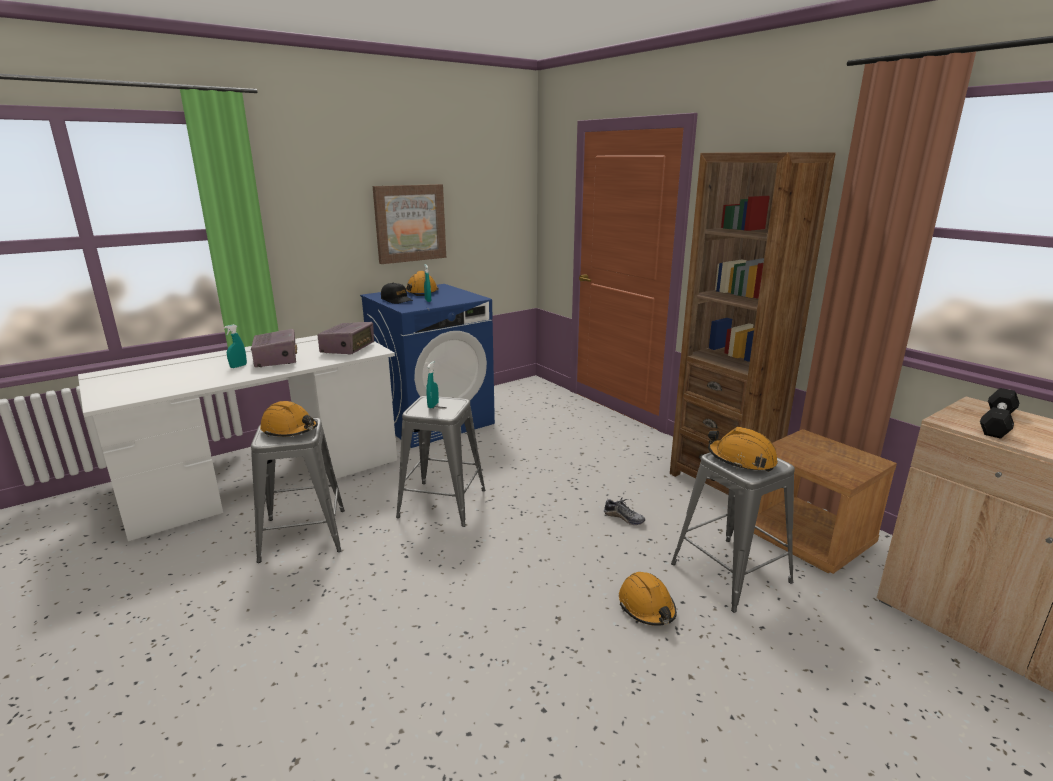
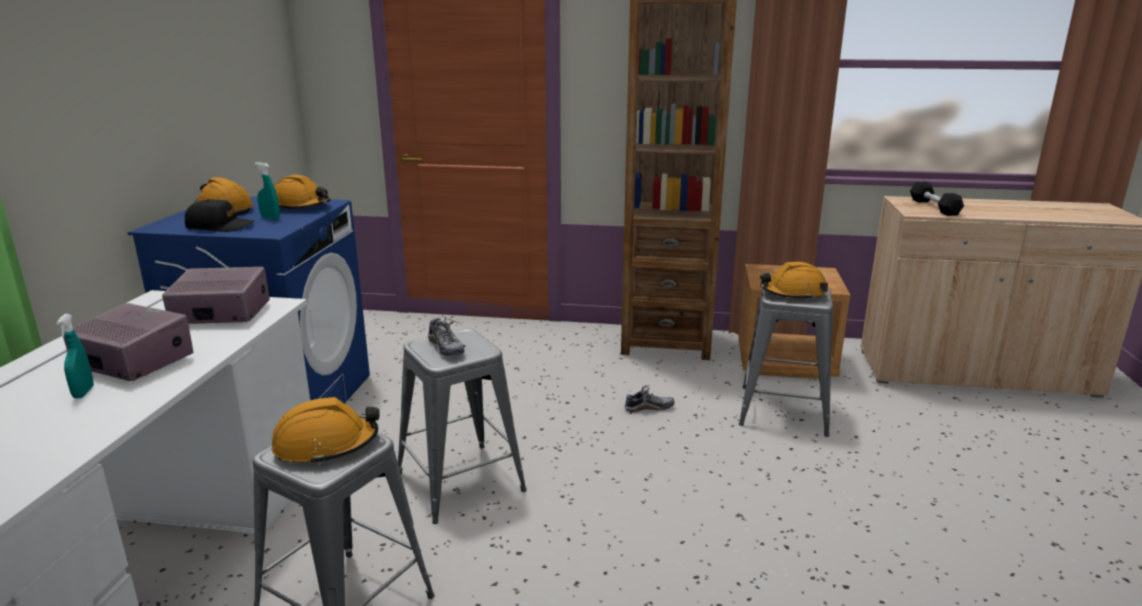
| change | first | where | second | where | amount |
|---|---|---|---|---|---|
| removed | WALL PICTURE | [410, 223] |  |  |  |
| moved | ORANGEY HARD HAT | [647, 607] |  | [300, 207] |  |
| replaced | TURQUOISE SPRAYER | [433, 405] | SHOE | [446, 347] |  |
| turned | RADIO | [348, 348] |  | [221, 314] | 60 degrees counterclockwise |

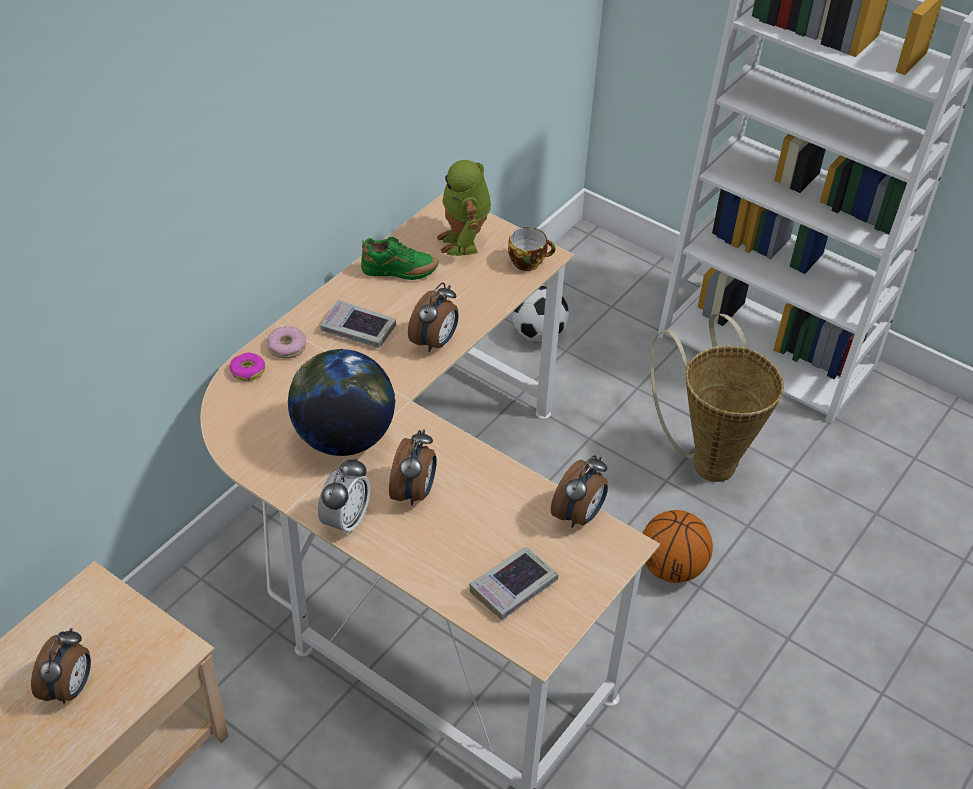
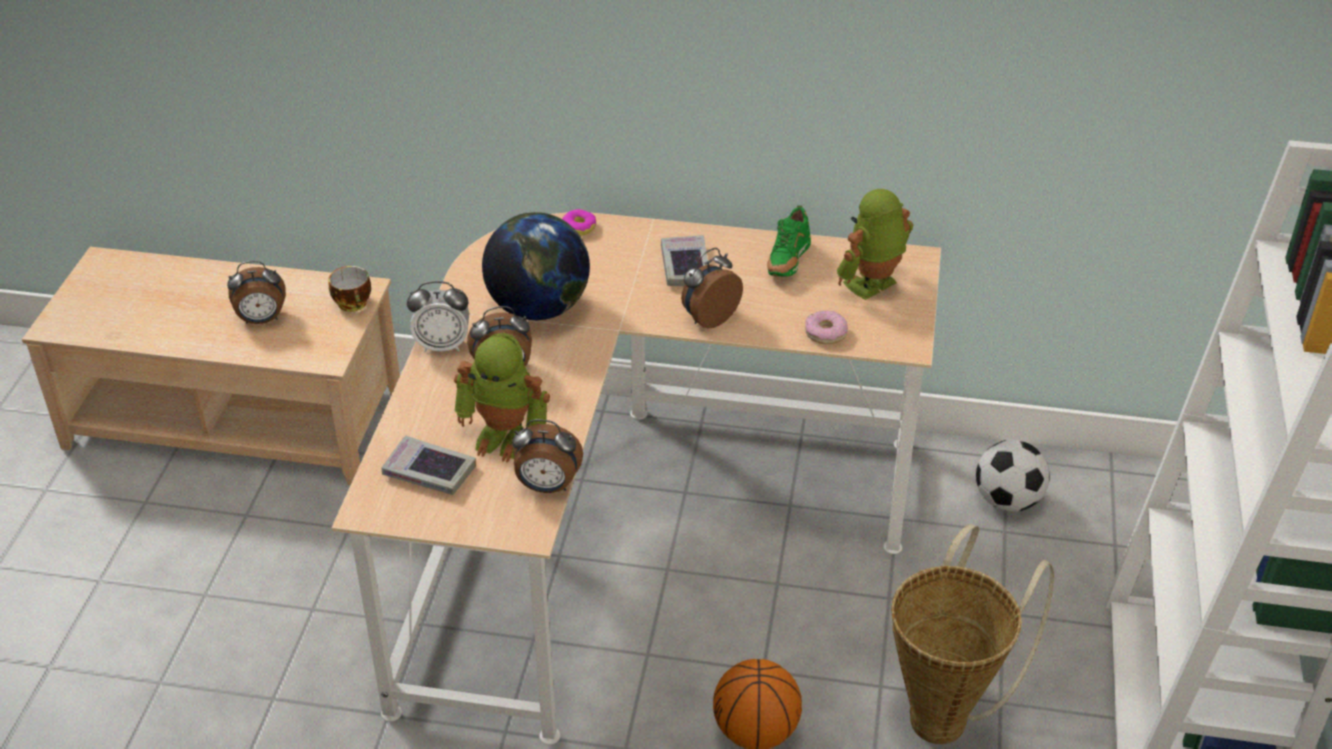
| change | first | where | second | where | amount |
|---|---|---|---|---|---|
| added |  |  | ROBOT FIGURE | [506, 437] |  |
| moved | DONUT | [287, 347] |  | [825, 333] |  |
| moved | CUP | [528, 262] |  | [354, 304] |  |
| turned | GREEN-COLOURED SHOE | [399, 272] |  | [787, 262] | 45 degrees clockwise |
| turned | ALARM CLOCK | [435, 342] |  | [708, 318] | 135 degrees clockwise |

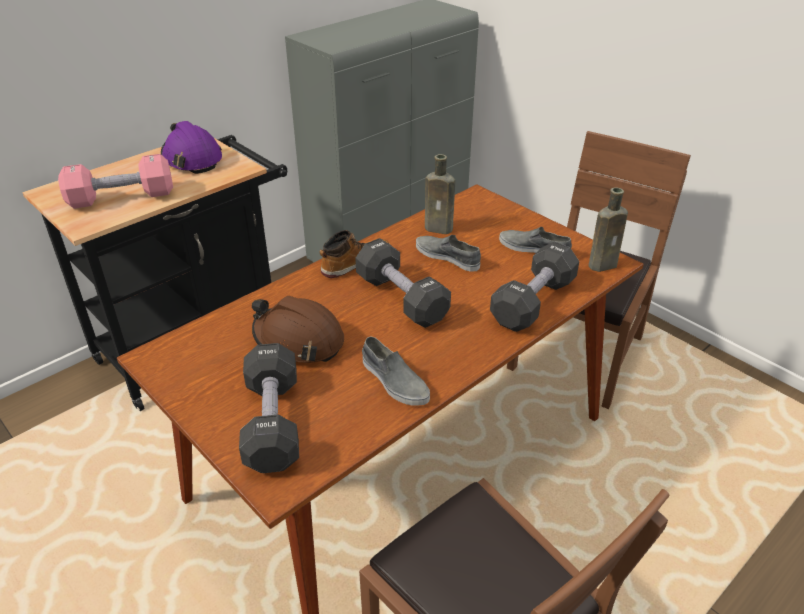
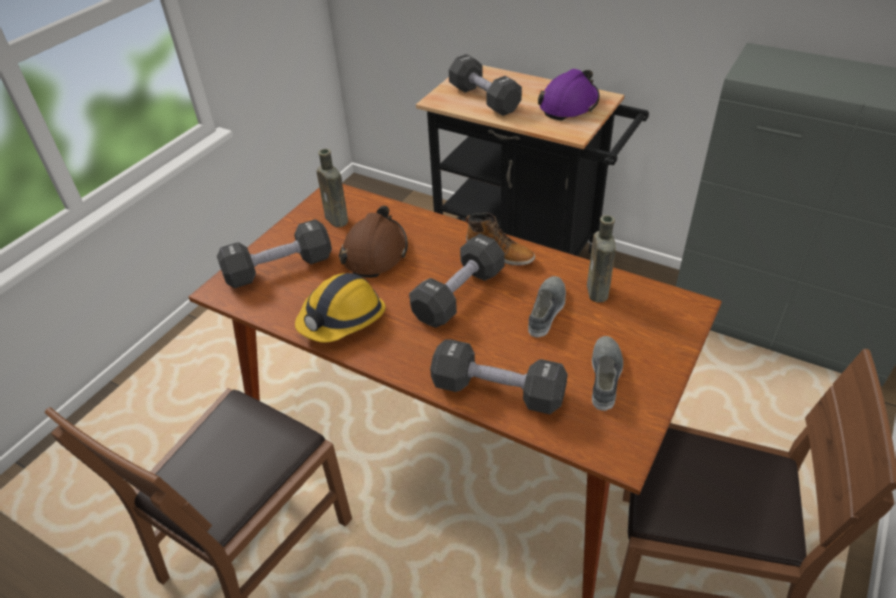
| change | first | where | second | where | amount |
|---|---|---|---|---|---|
| moved | BROWN-COLOURED DRINK BOTTLE | [604, 264] |  | [337, 220] |  |
| replaced | GREYISH SHOE | [394, 381] | HARD HAT | [342, 318] |  |
| recoloured | PINK HAND WEIGHT | [121, 198] | BLACK HAND WEIGHT | [484, 99] |  |

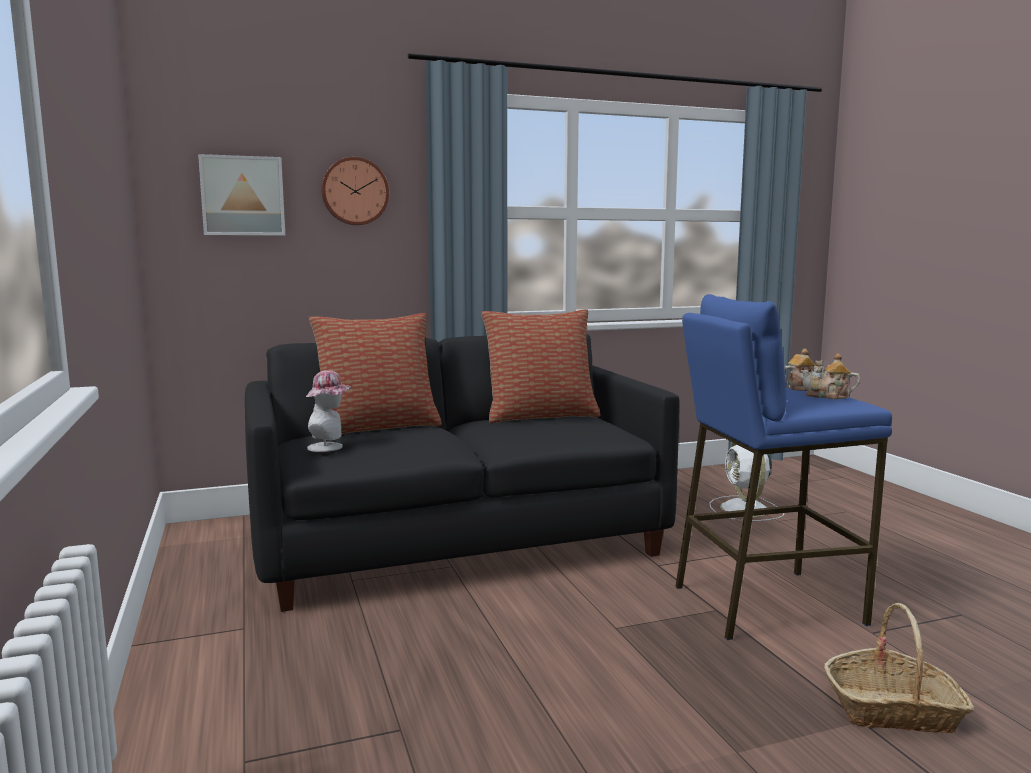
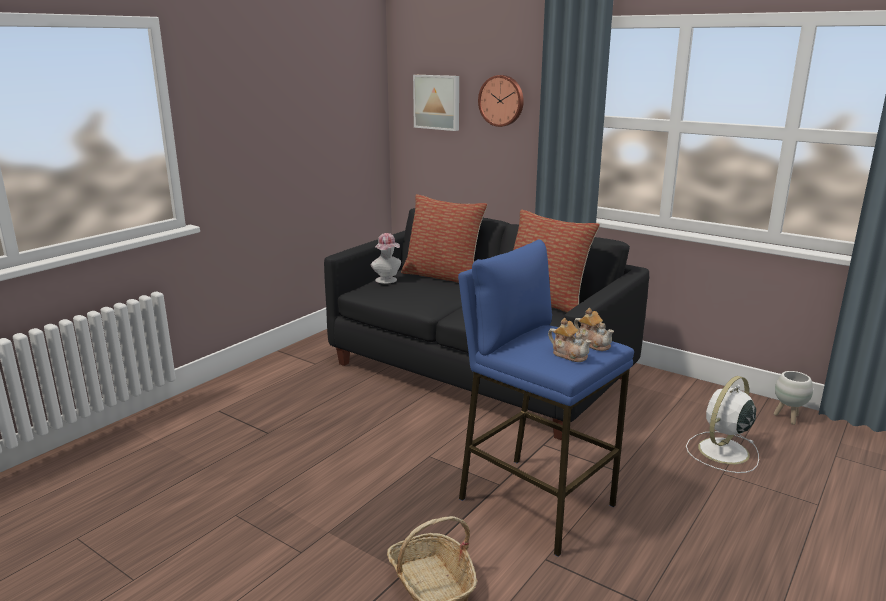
| change | first | where | second | where | amount |
|---|---|---|---|---|---|
| added |  |  | WHITE-COLOURED PLANT POT | [788, 418] |  |
| turned | TEA POT | [828, 396] |  | [569, 354] | 150 degrees clockwise |

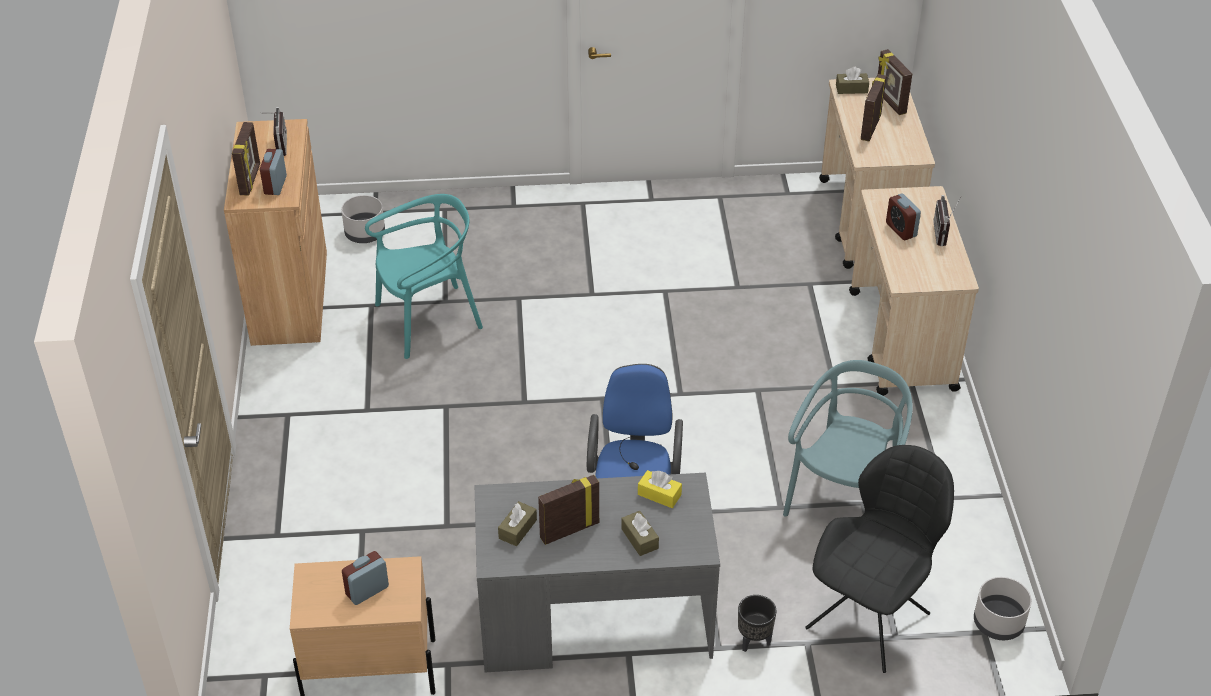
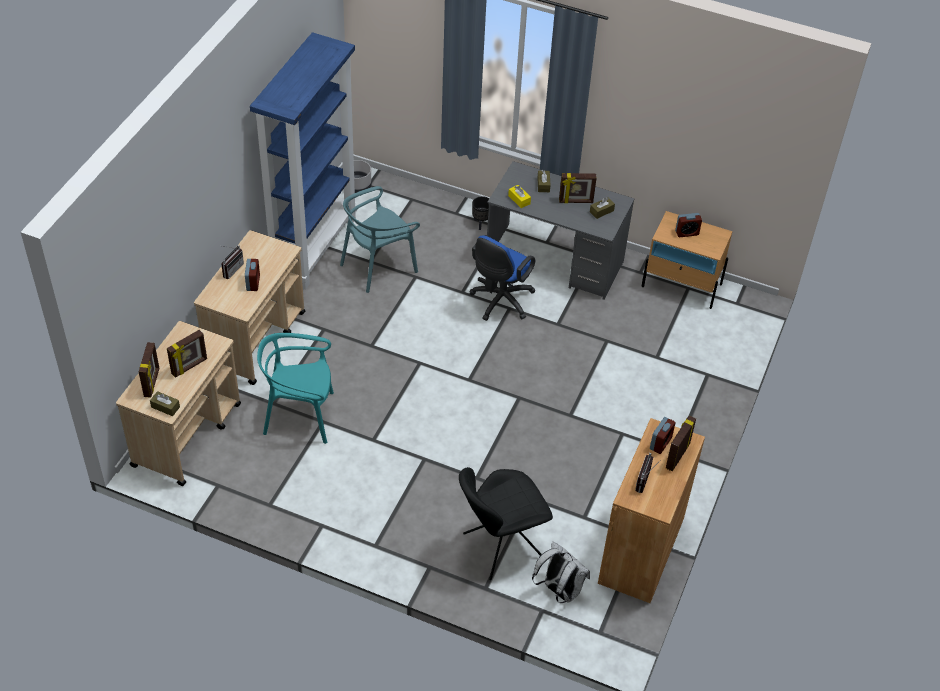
| change | first | where | second | where | amount |
|---|---|---|---|---|---|
| added |  |  | BLUE-COLOURED SHELVING UNIT | [314, 247] |  |
| moved | TURQUOISE UPRIGHT CHAIR | [428, 320] |  | [300, 416] |  |
| moved | BLACK UPRIGHT CHAIR | [870, 618] |  | [500, 547] |  |
| replaced | GREYISH PLANT POT | [365, 233] | WHITE-COLOURED BACKPACK | [559, 590] |  |

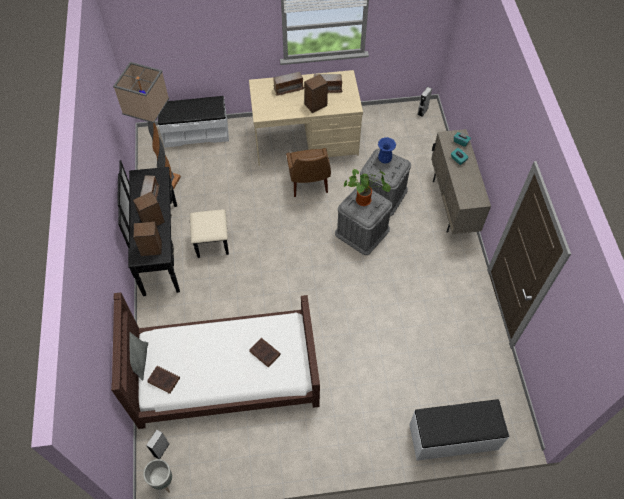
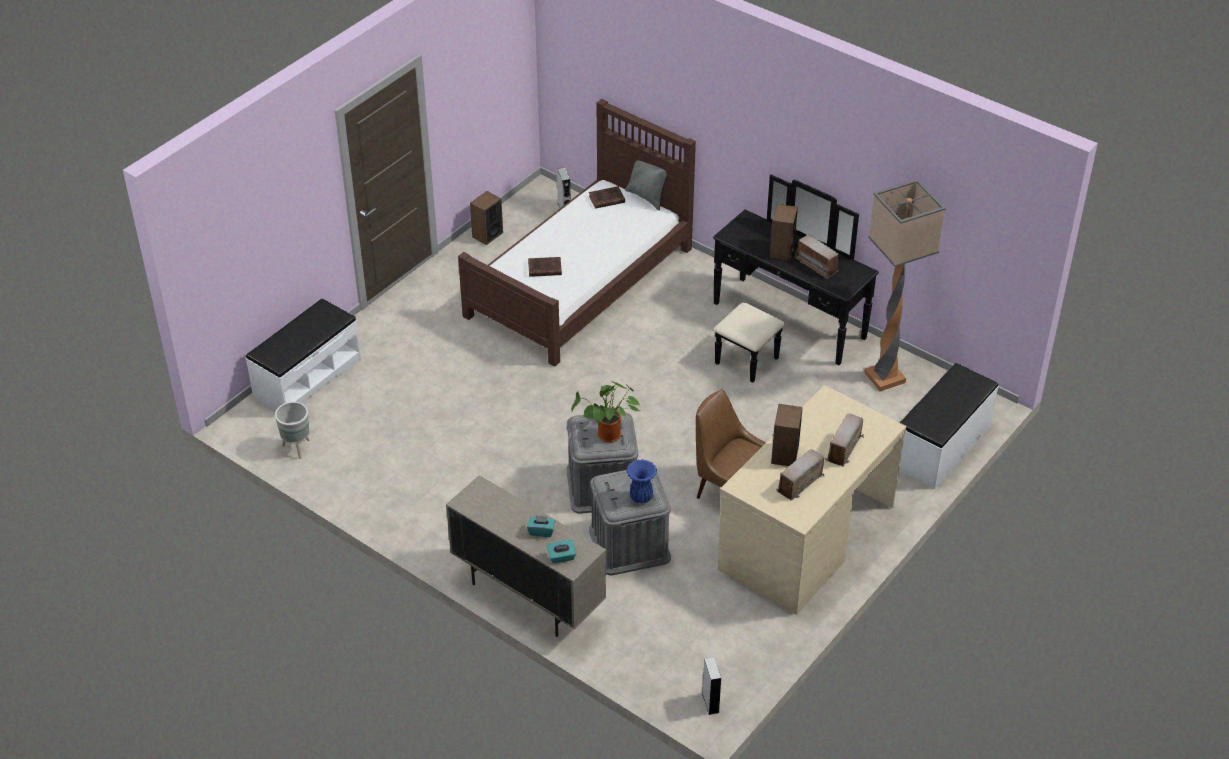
| change | first | where | second | where | amount |
|---|---|---|---|---|---|
| moved | AUDIO SPEAKER | [151, 248] |  | [487, 235] |  |
| moved | GREYISH PLANT POT | [163, 482] |  | [297, 447] |  |

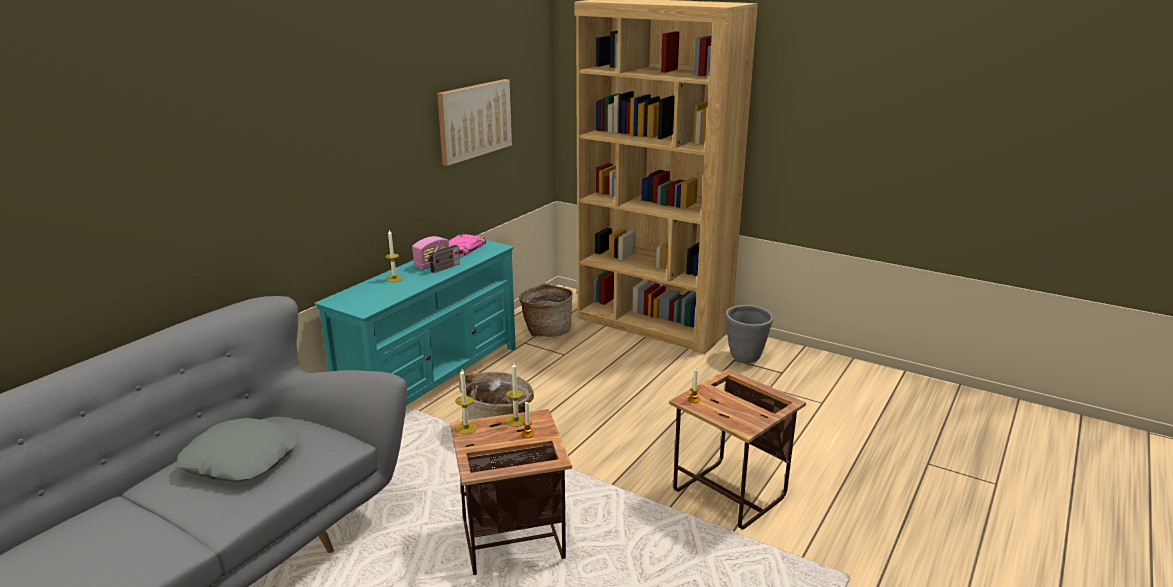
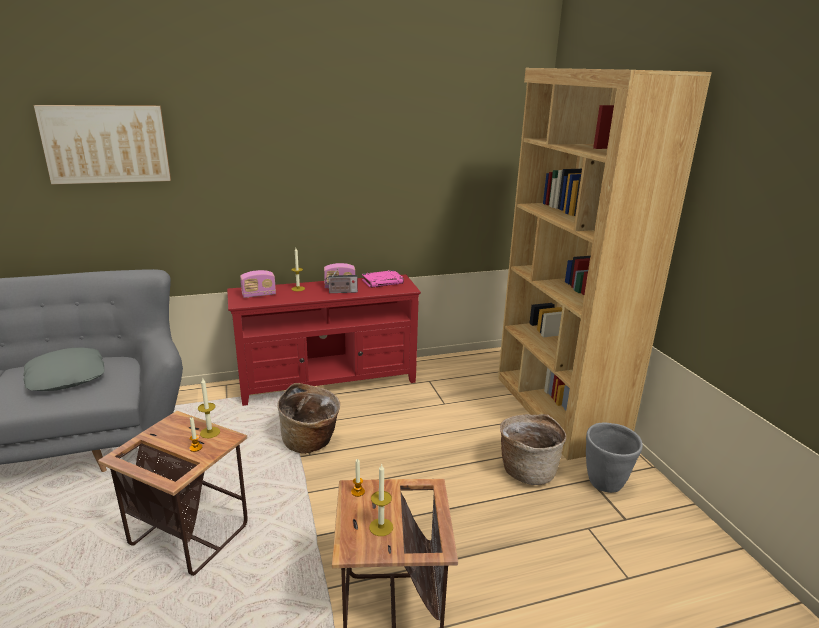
| change | first | where | second | where | amount |
|---|---|---|---|---|---|
| added |  |  | RADIO | [259, 295] |  |
| moved | WALL PICTURE | [474, 120] |  | [106, 144] |  |
| moved | CANDLE | [466, 428] |  | [381, 527] |  |
| moved | HOUSEHOLD BASKET | [546, 331] |  | [527, 470] |  |
| recoloured | TURQUOISE TV UNIT | [432, 380] | REDDISH TV UNIT | [328, 382] |  |

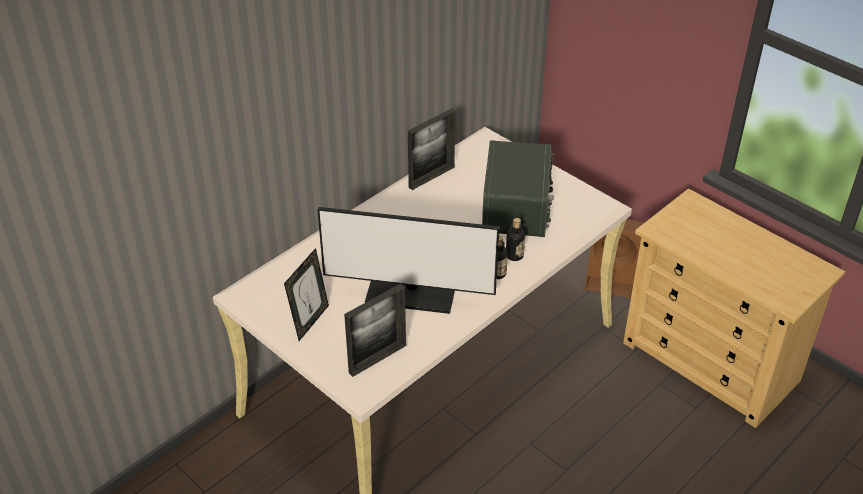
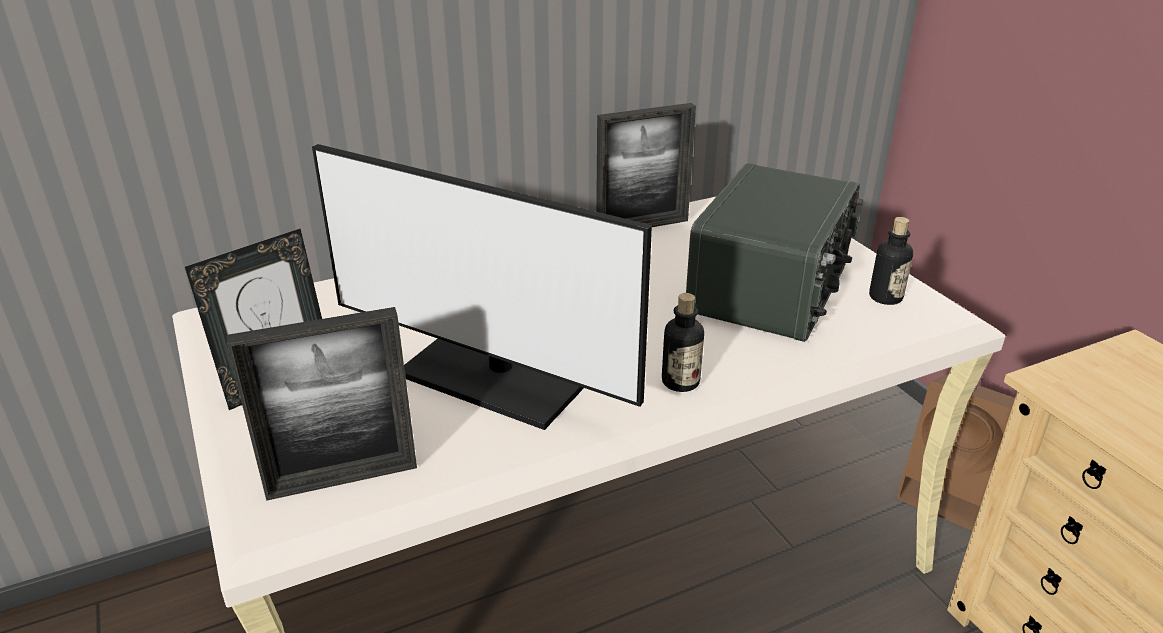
| change | first | where | second | where | amount |
|---|---|---|---|---|---|
| moved | DRINK BOTTLE | [514, 255] |  | [885, 297] |  |

